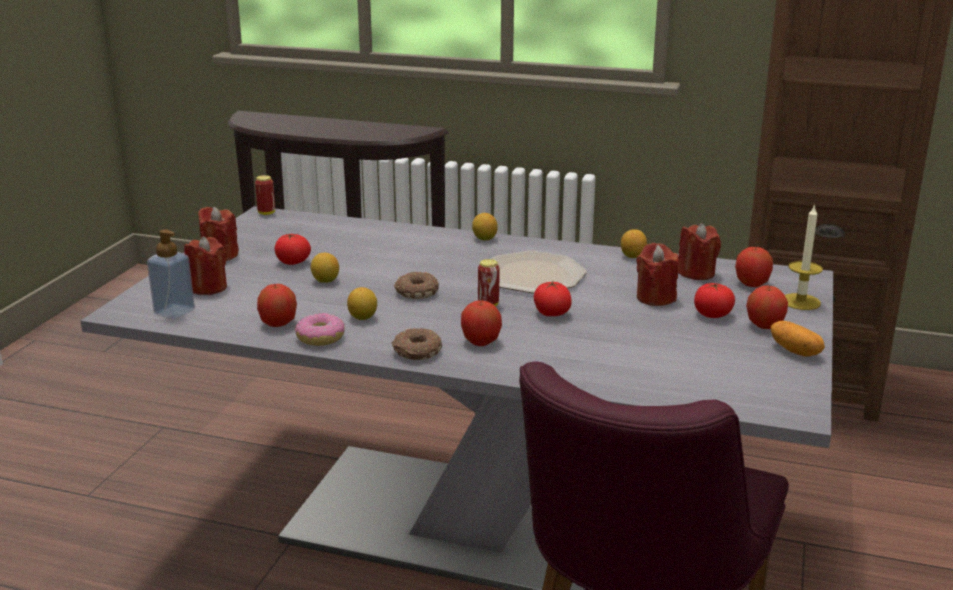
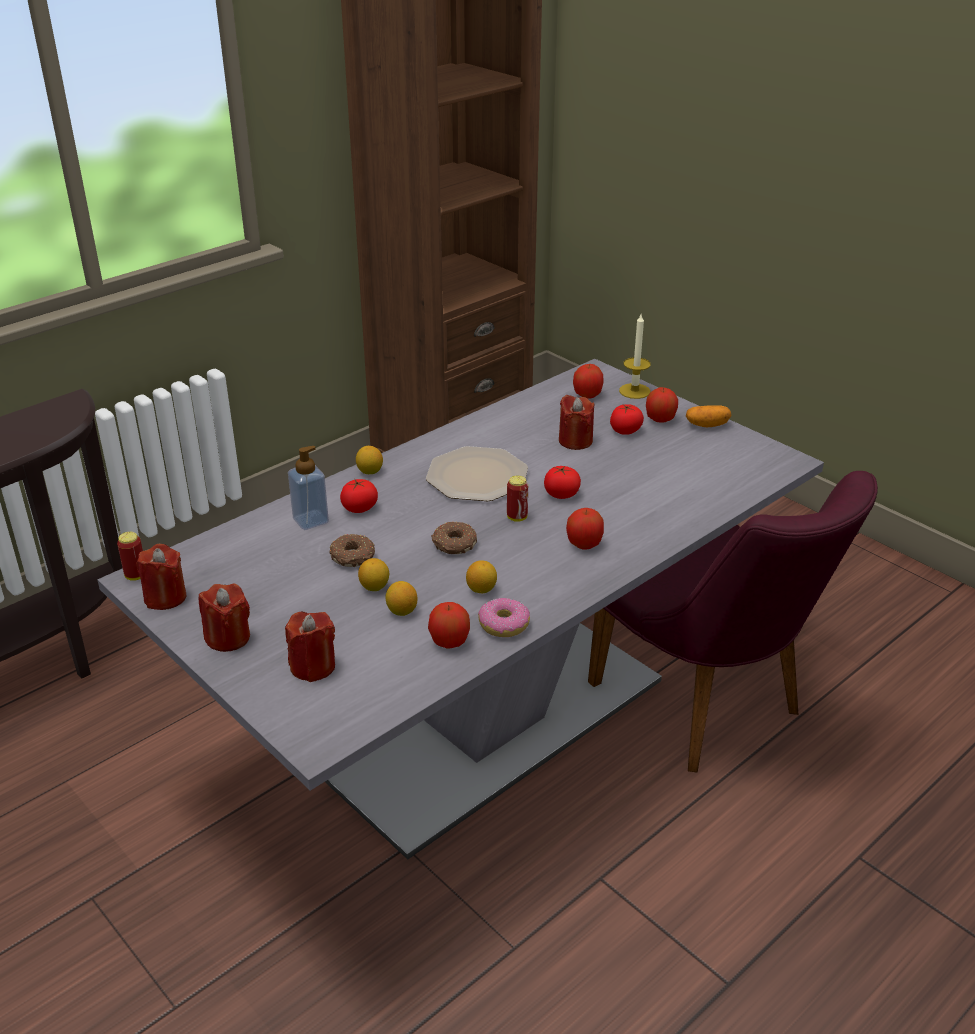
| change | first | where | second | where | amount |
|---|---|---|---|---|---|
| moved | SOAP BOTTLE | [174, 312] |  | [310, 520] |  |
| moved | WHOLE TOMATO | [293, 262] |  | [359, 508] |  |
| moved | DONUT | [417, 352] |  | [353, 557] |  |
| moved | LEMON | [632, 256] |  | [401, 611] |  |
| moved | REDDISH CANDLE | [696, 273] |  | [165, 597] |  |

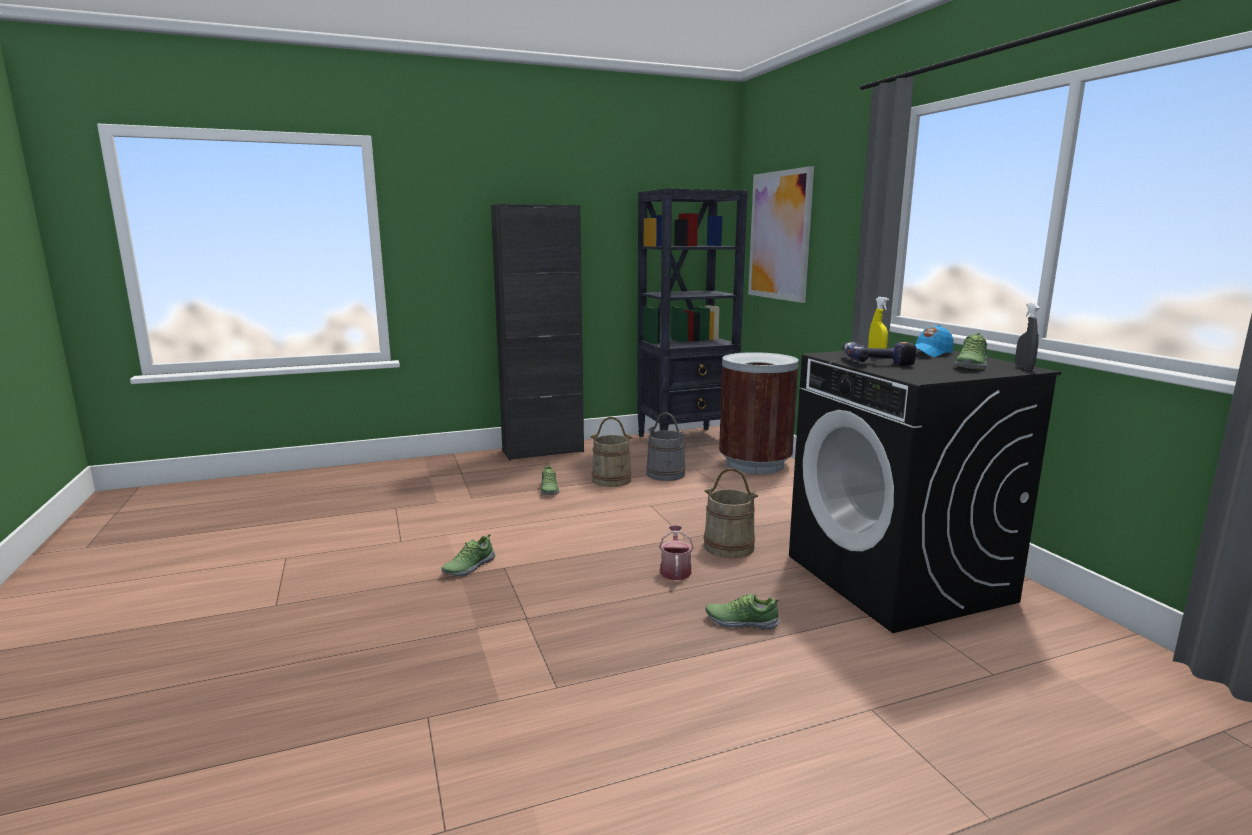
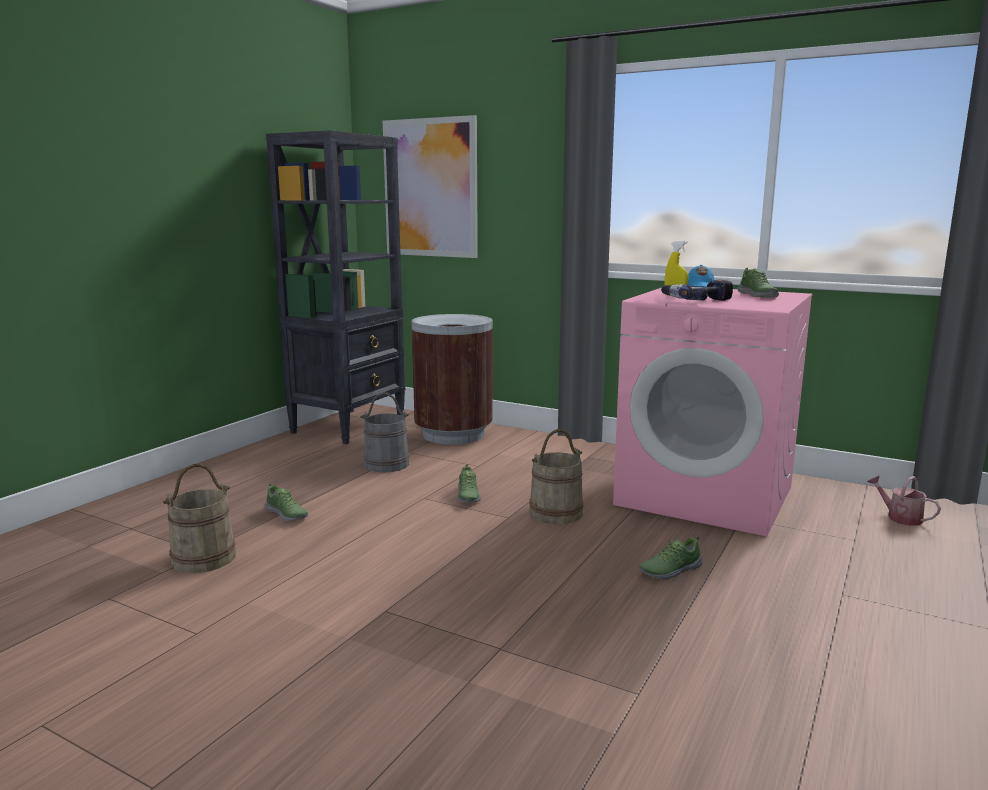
| change | first | where | second | where | amount |
|---|---|---|---|---|---|
| removed | BLACK CUPBOARD | [543, 451] |  |  |  |
| removed | GREYISH SPRAYER | [1023, 368] |  |  |  |
| moved | SHOE | [468, 567] |  | [467, 496] |  |
| moved | BEIGE PAIL | [611, 479] |  | [204, 558] |  |
| moved | SPRINKLING CAN | [675, 570] |  | [899, 517] |  |
| recoloured | BLACK LAUNDRY MACHINE | [898, 578] | PINK LAUNDRY MACHINE | [706, 496] |  |

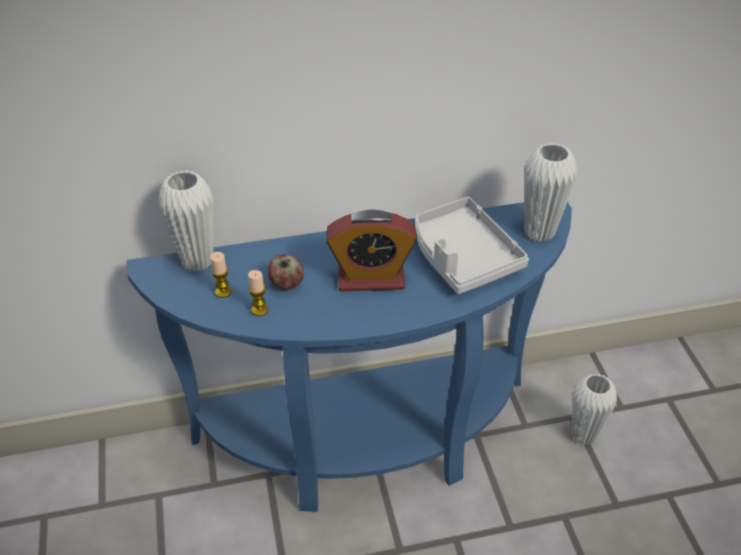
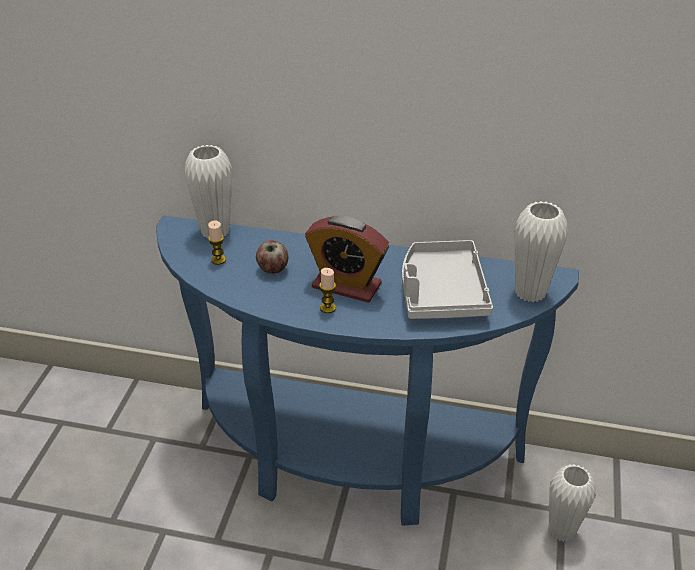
| change | first | where | second | where | amount |
|---|---|---|---|---|---|
| moved | CANDLE | [259, 310] |  | [328, 308] |  |

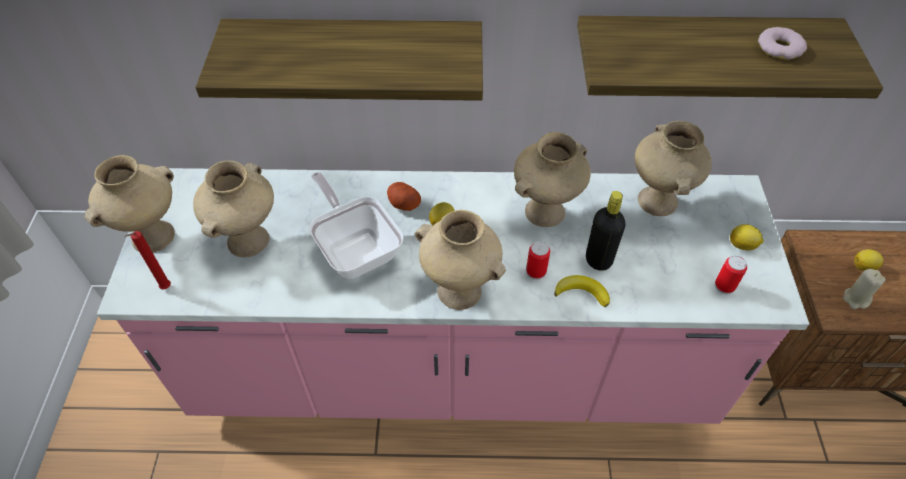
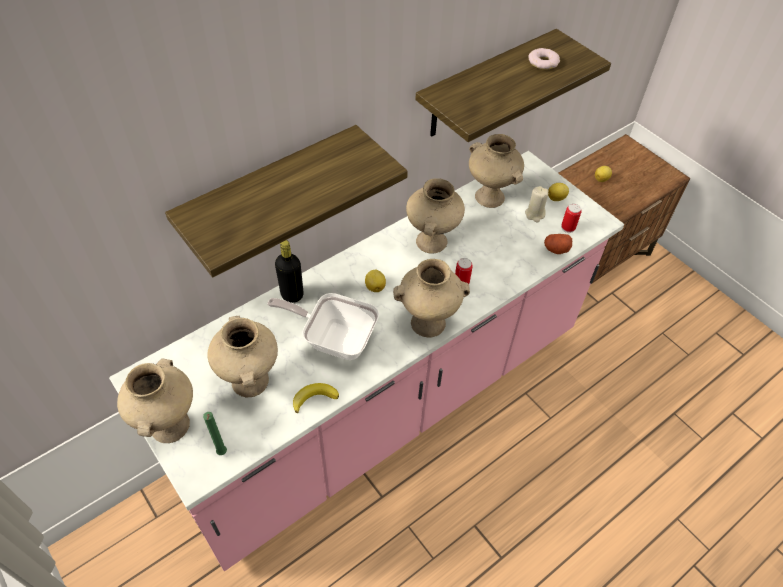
| change | first | where | second | where | amount |
|---|---|---|---|---|---|
| moved | WHOLE POTATO | [403, 203] |  | [556, 249] |  |
| moved | BANANA FRUIT | [582, 292] |  | [314, 398] |  |
| moved | BLACK DRINK BOTTLE | [598, 260] |  | [292, 295] |  |
| moved | BEIGE CANDLE | [856, 299] |  | [535, 214] |  |
| recoloured | REDDISH CANDLE | [165, 289] | GREEN-COLOURED CANDLE | [222, 454] |  |

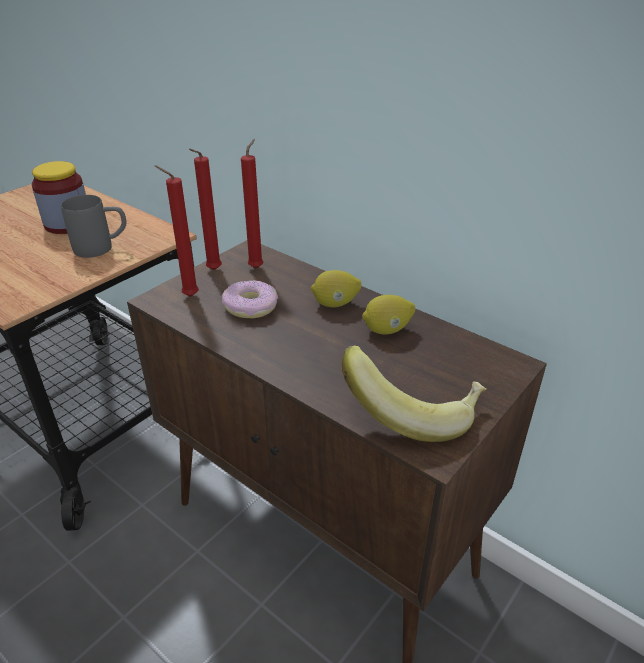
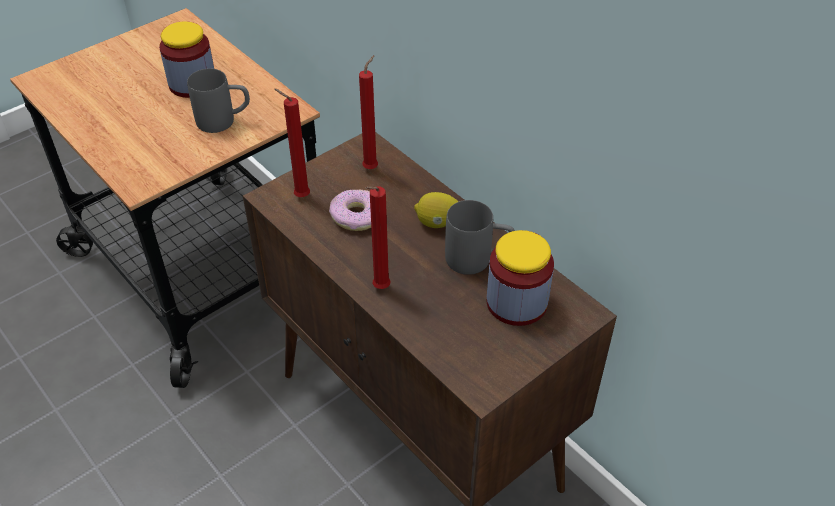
| change | first | where | second | where | amount |
|---|---|---|---|---|---|
| removed | BANANA FRUIT | [413, 412] |  |  |  |
| added |  |  | JAR | [516, 302] |  |
| moved | REDDISH CANDLE | [212, 271] |  | [379, 289] |  |
| replaced | LEMON | [387, 330] | GREYISH TEA MUG | [478, 260] |  |

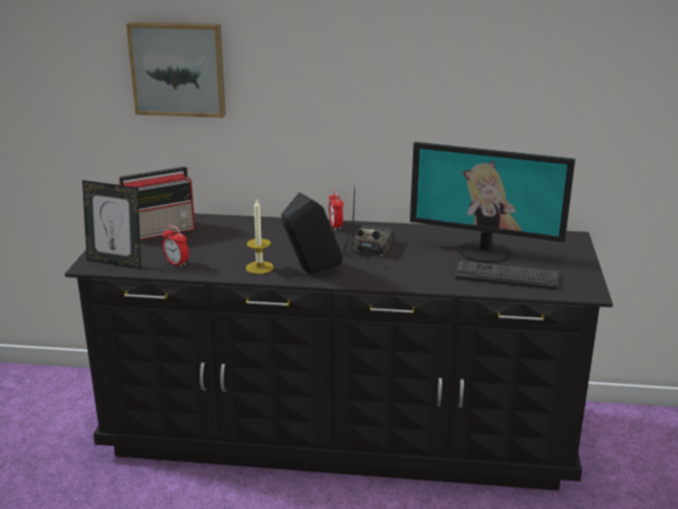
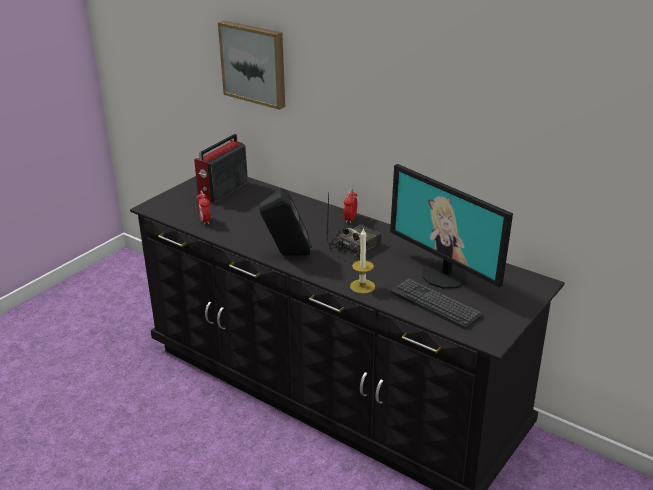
| change | first | where | second | where | amount |
|---|---|---|---|---|---|
| removed | PICTURE FRAME | [116, 262] |  |  |  |
| moved | CANDLE | [259, 267] |  | [362, 286] |  |
| turned | RADIO | [160, 231] |  | [222, 191] | 120 degrees clockwise |

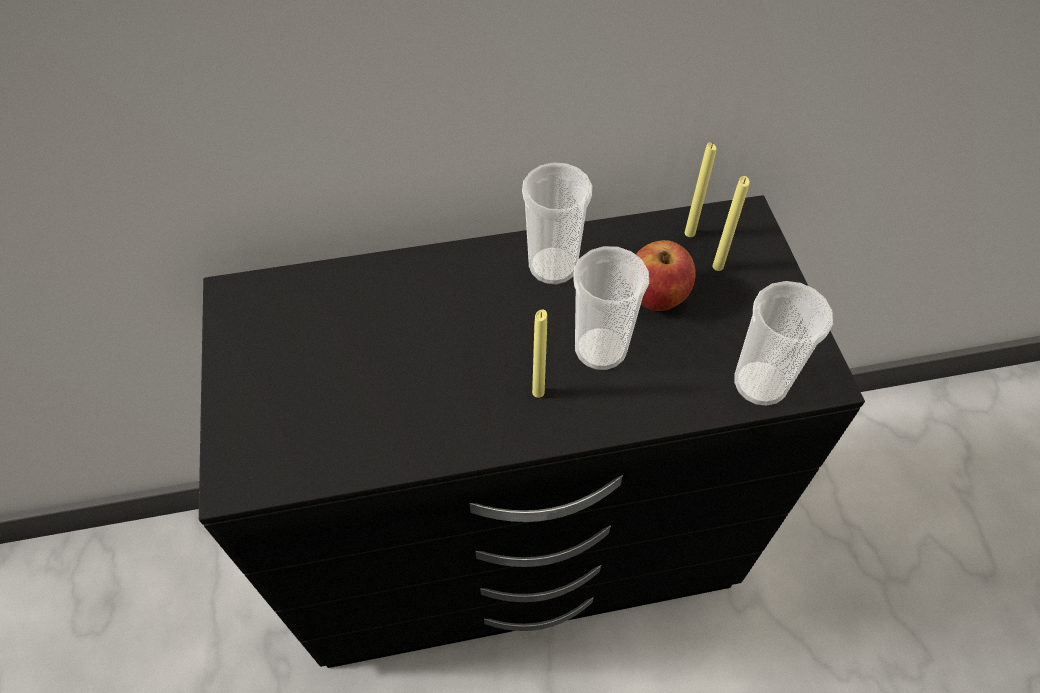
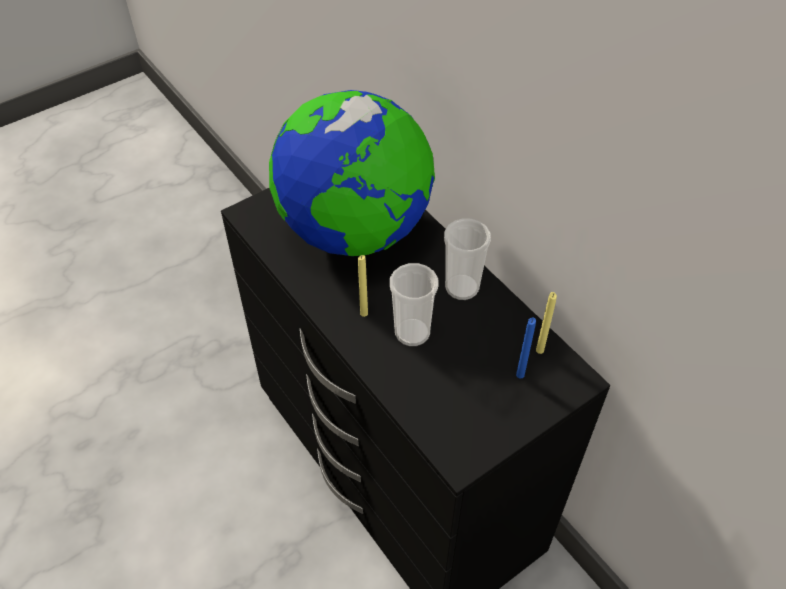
| change | first | where | second | where | amount |
|---|---|---|---|---|---|
| removed | APPLE FRUIT | [657, 297] |  |  |  |
| removed | CUP | [760, 383] |  |  |  |
| added |  |  | GLOBE | [355, 231] |  |
| recoloured | YELLOWISH CANDLE | [717, 266] | BLUE-COLOURED CANDLE | [520, 375] |  |

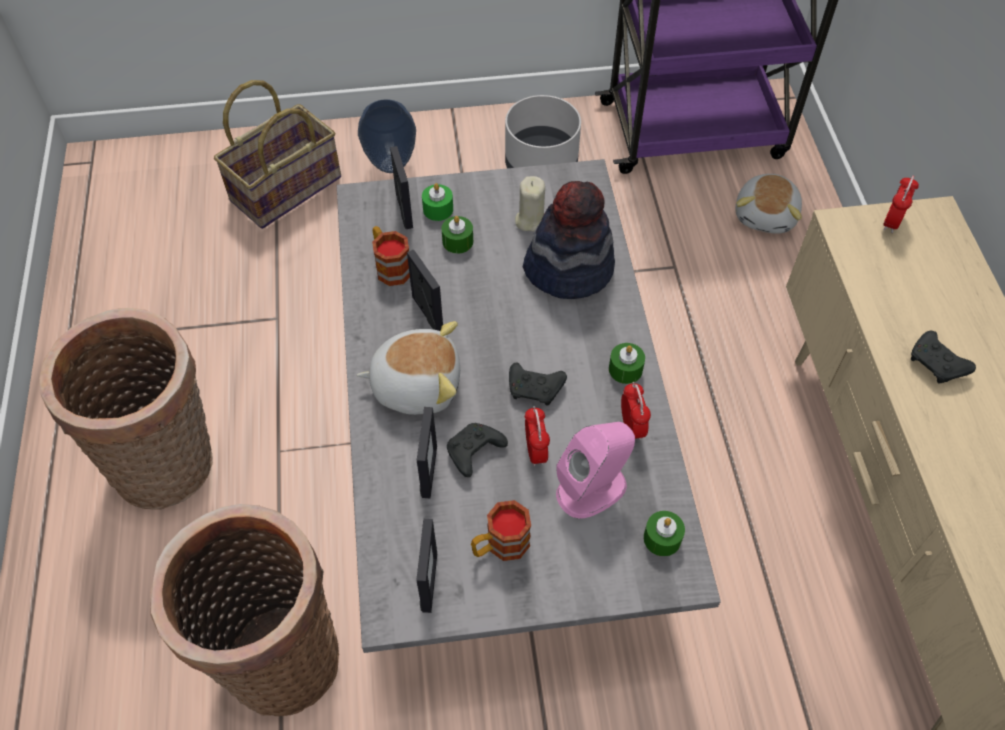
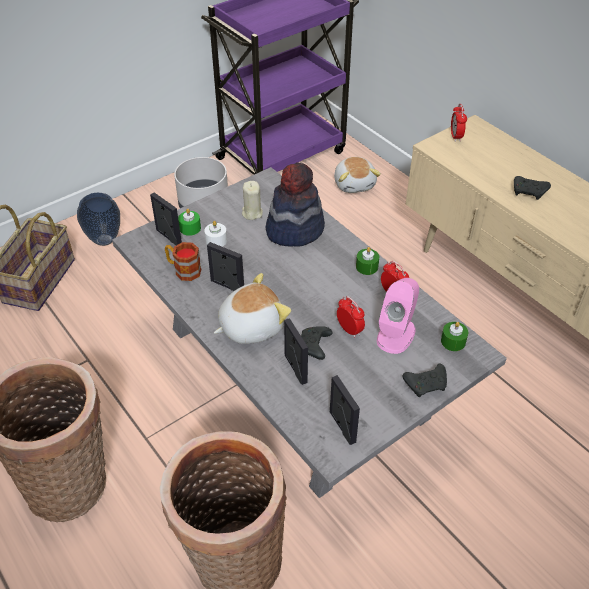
| change | first | where | second | where | amount |
|---|---|---|---|---|---|
| removed | TEA MUG | [500, 545] |  |  |  |
| moved | BLACK JOYPAD | [536, 389] |  | [426, 384] |  |
| recoloured | GREEN-COLOURED CANDLE | [457, 241] | WHITE-COLOURED CANDLE | [216, 240] |  |

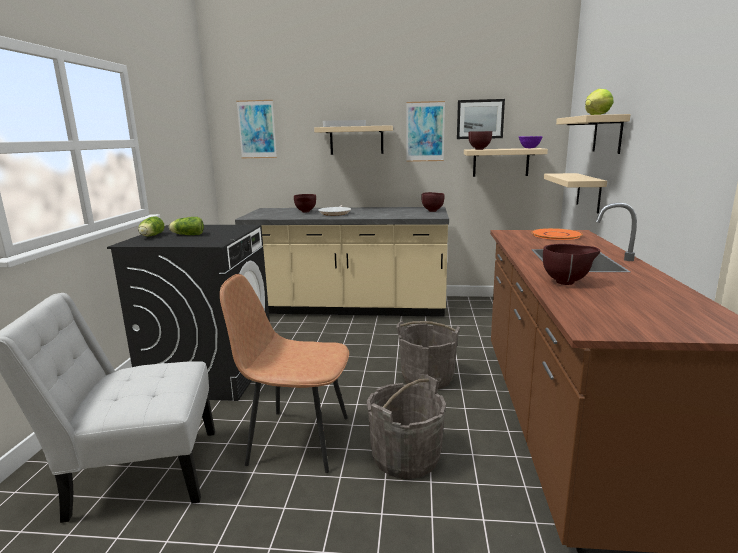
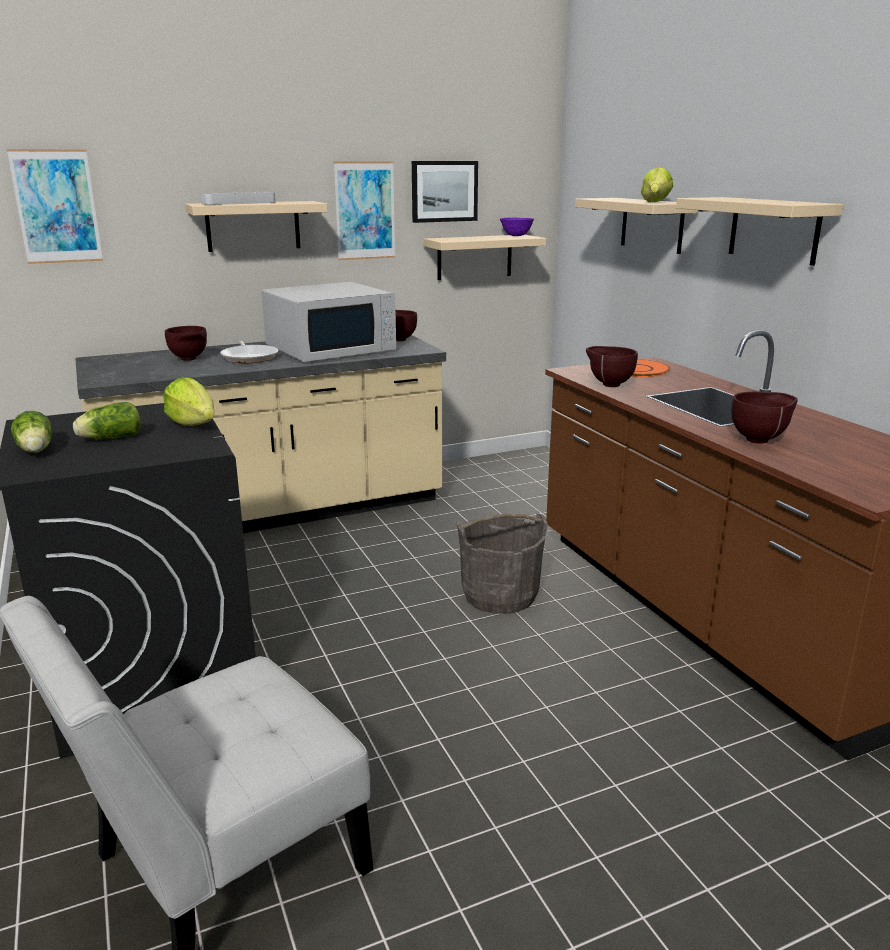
| change | first | where | second | where | amount |
|---|---|---|---|---|---|
| removed | BROWN-COLOURED UPRIGHT CHAIR | [296, 439] |  |  |  |
| removed | GREYISH PAIL | [406, 457] |  |  |  |
| added |  |  | LETTUCE | [193, 424] |  |
| added |  |  | WHITE-COLOURED KITCHEN MICROWAVE | [331, 348] |  |
| moved | BROWN-COLOURED DEEP DISH | [478, 149] |  | [608, 384] |  |
| moved | BEIGE SHELF | [589, 192] |  | [774, 230] |  |

